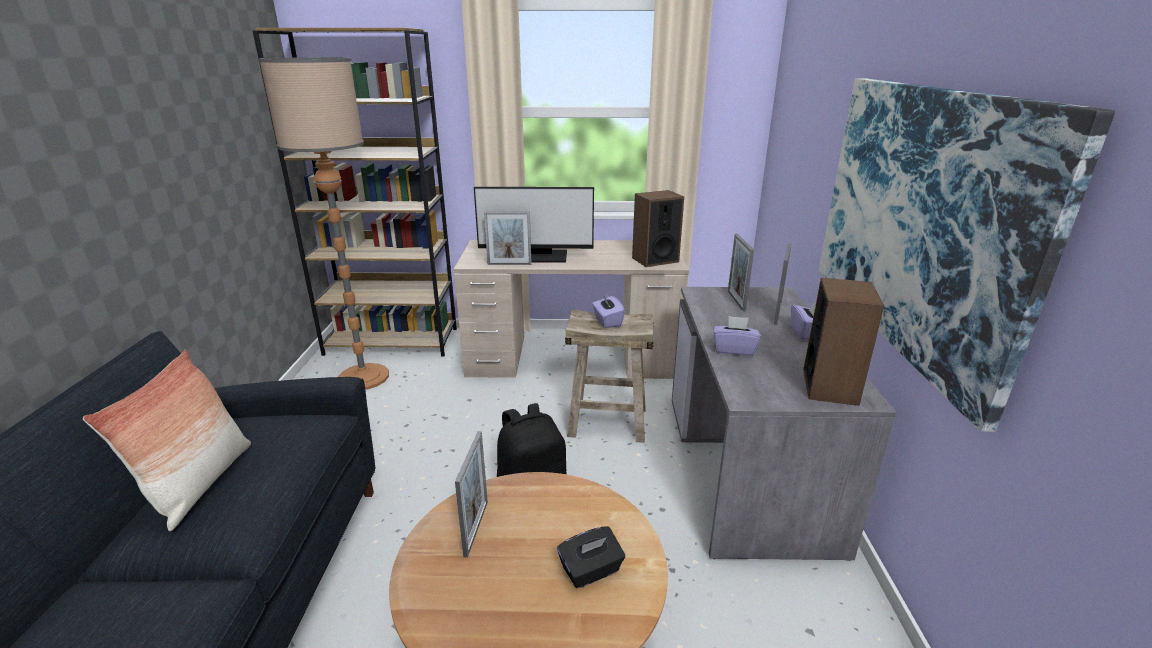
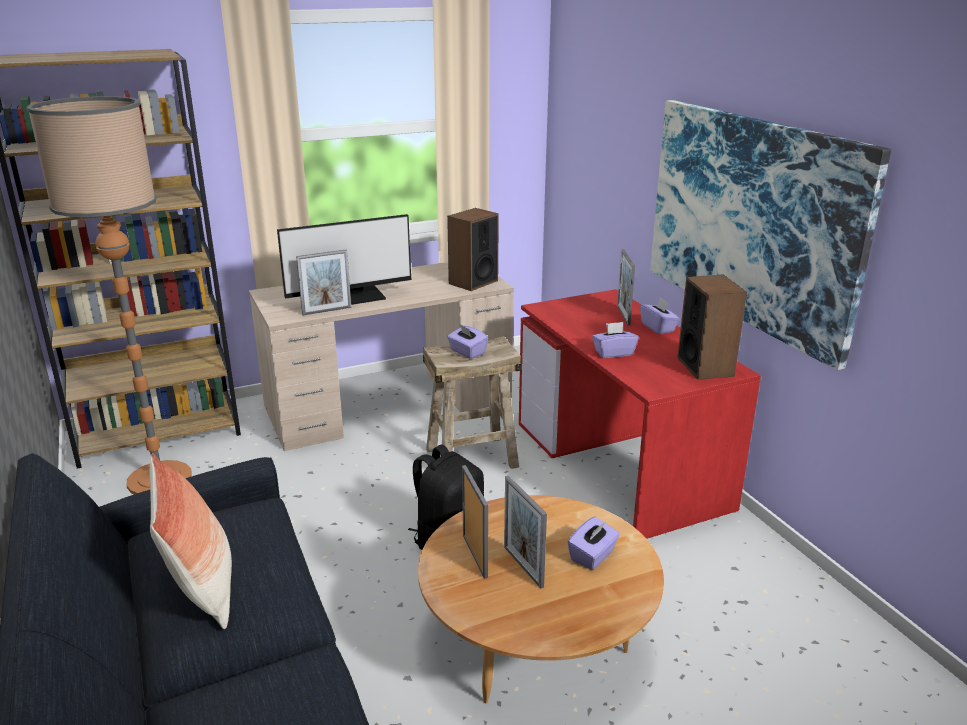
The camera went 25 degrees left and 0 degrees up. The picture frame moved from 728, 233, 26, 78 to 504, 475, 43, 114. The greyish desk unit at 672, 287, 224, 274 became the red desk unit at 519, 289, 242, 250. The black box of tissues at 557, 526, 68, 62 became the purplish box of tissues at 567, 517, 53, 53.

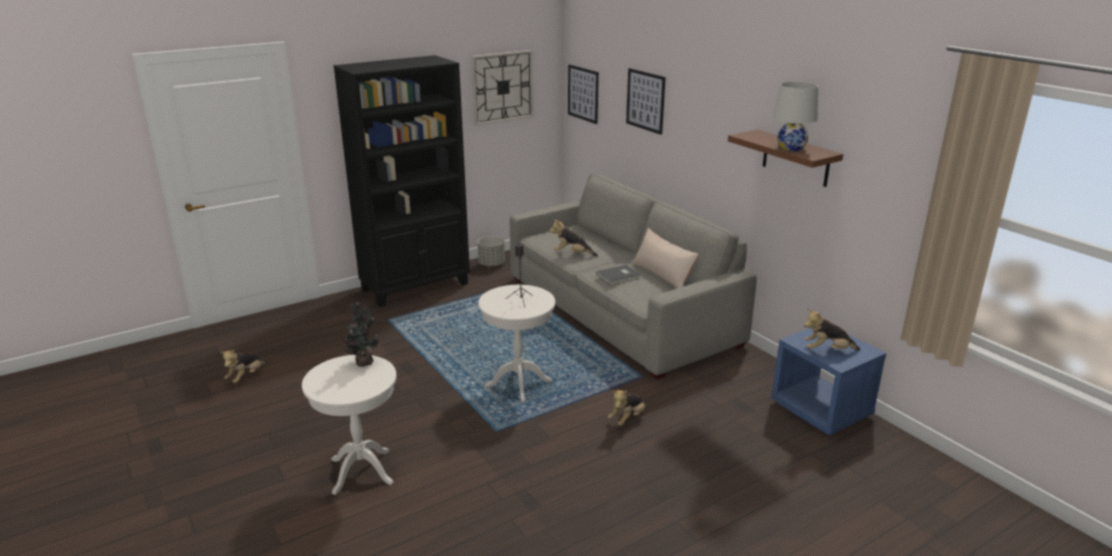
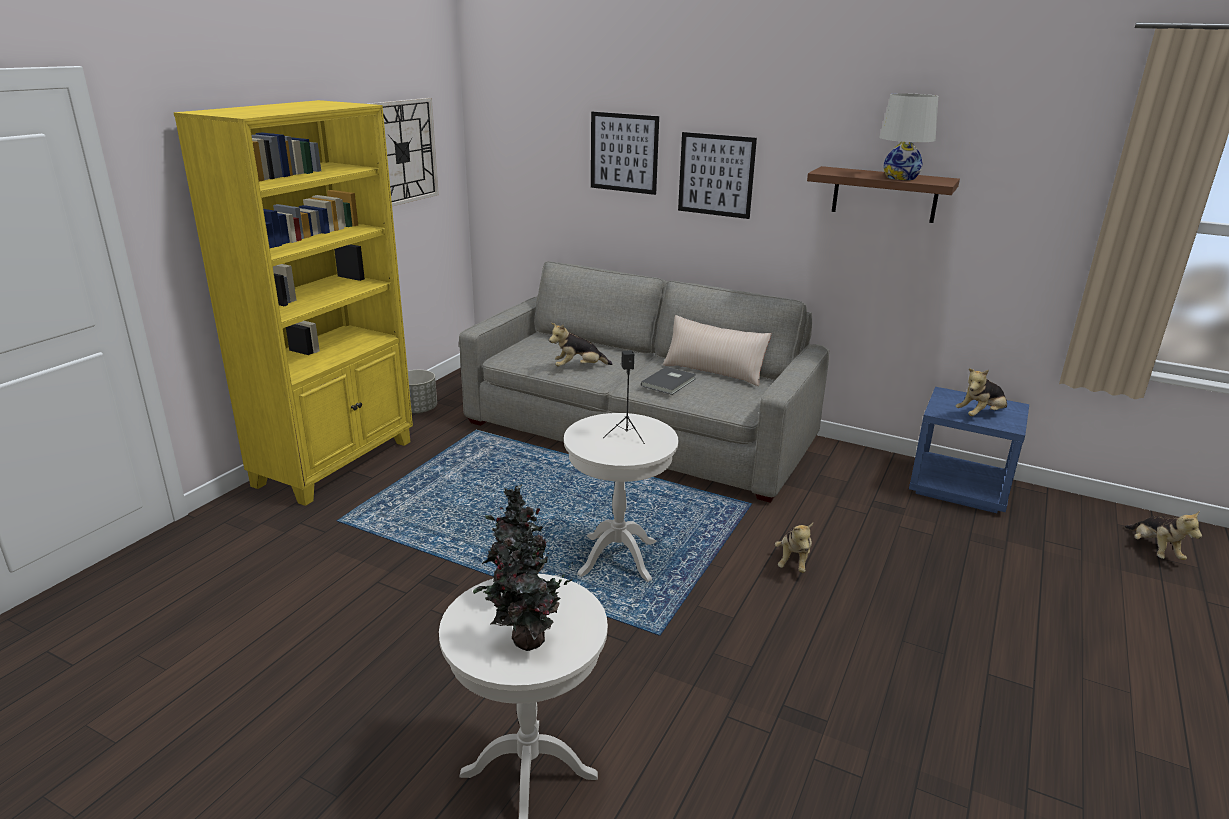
The camera went 30 degrees left and 0 degrees up. The black bookshelf at 333, 55, 137, 252 became the yellowish bookshelf at 173, 100, 240, 406. The houseplant at 473, 524, 100, 127 appeared. The wall picture moved from 568, 64, 31, 60 to 678, 132, 79, 87. The plush toy moved from 220, 349, 47, 34 to 1125, 511, 77, 49.

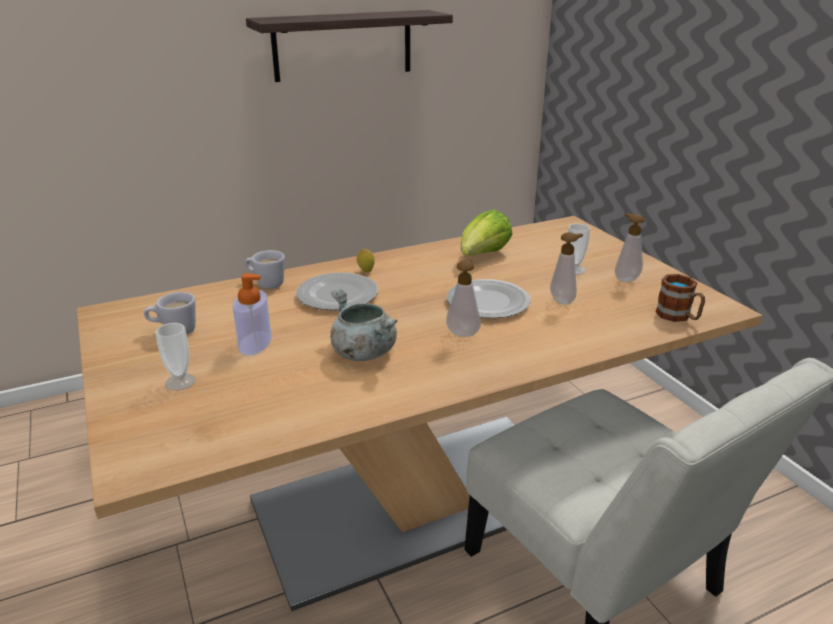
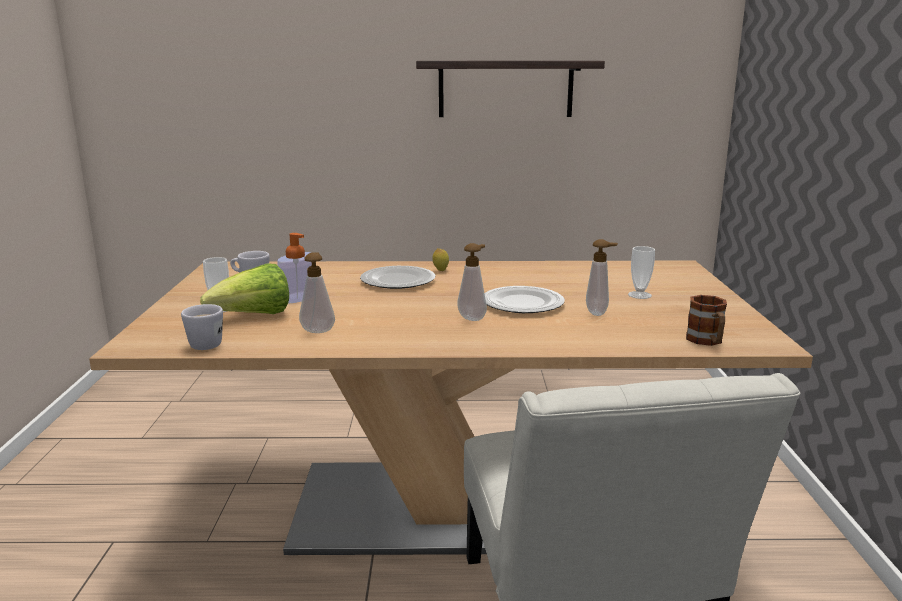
The camera went 25 degrees right and 10 degrees down. The white-coloured mug moved from 245, 250, 40, 39 to 181, 304, 42, 46. The lettuce head moved from 461, 209, 51, 47 to 200, 263, 89, 51. The soap bottle moved from 615, 213, 30, 69 to 299, 252, 36, 81. The greyish stockpot at 330, 290, 67, 71 disappeared.

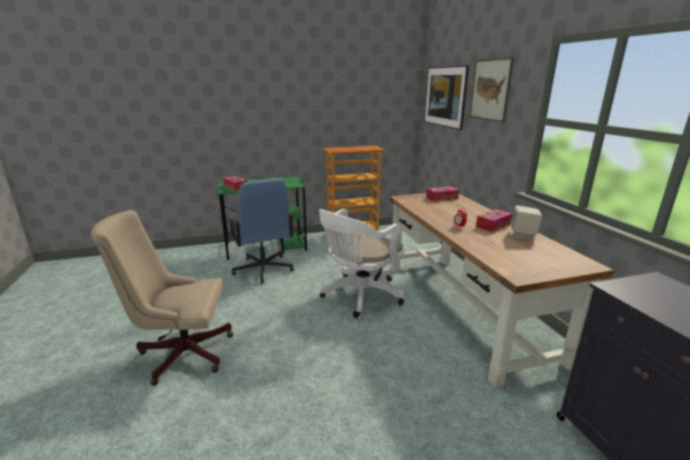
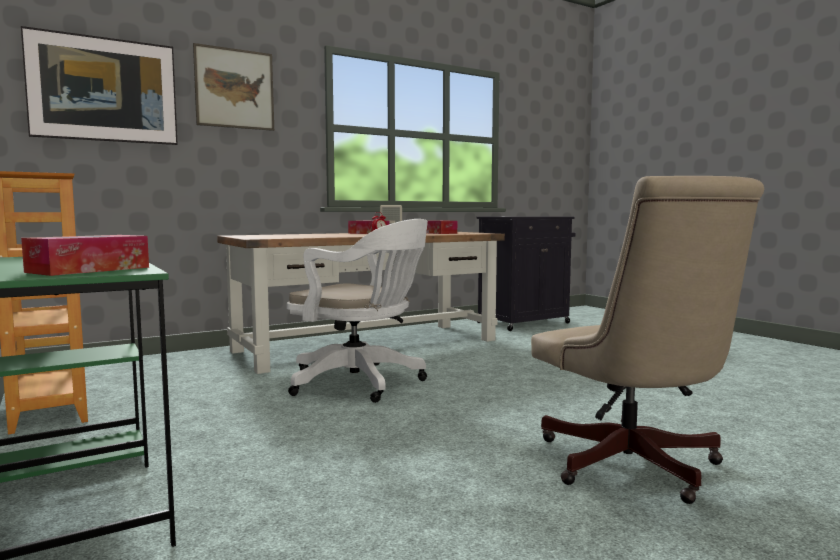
The camera went 105 degrees left and 15 degrees down. The box of tissues moved from 426, 186, 33, 16 to 426, 220, 31, 14. The bluish office chair at 228, 179, 66, 104 disappeared.

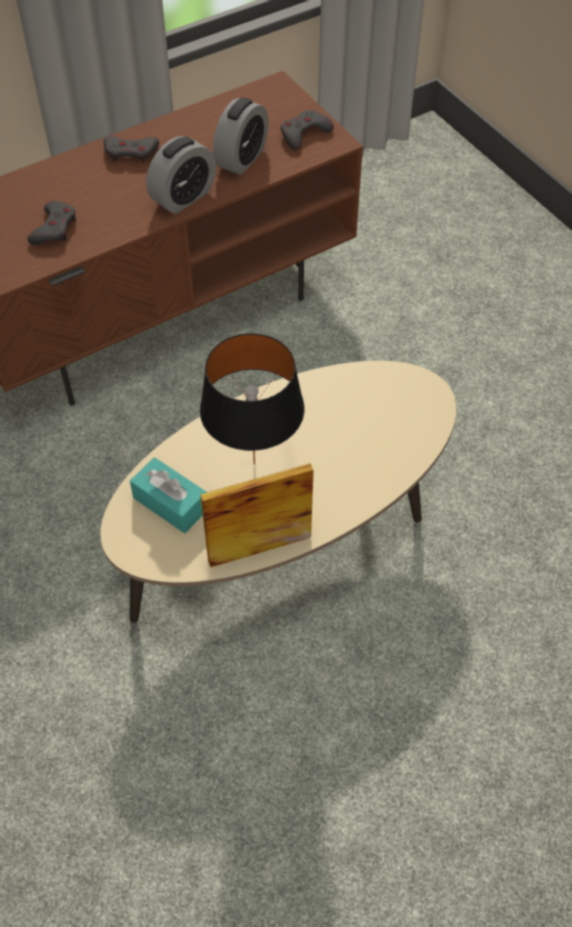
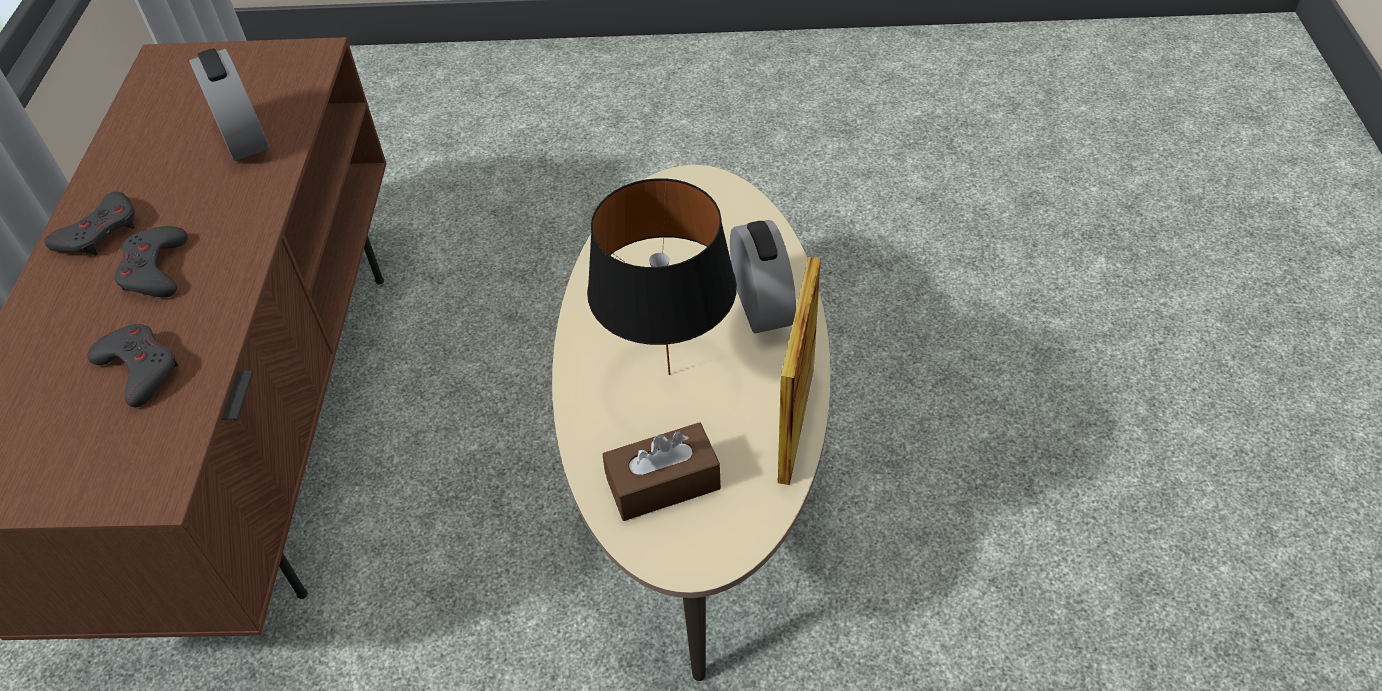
The camera went 55 degrees left and 5 degrees down. The greyish game controller moved from 281, 110, 53, 40 to 115, 226, 73, 71. The turquoise box of tissues at 130, 457, 77, 76 became the brown-coloured box of tissues at 602, 422, 119, 99. The table clock moved from 146, 136, 70, 78 to 730, 220, 66, 113.

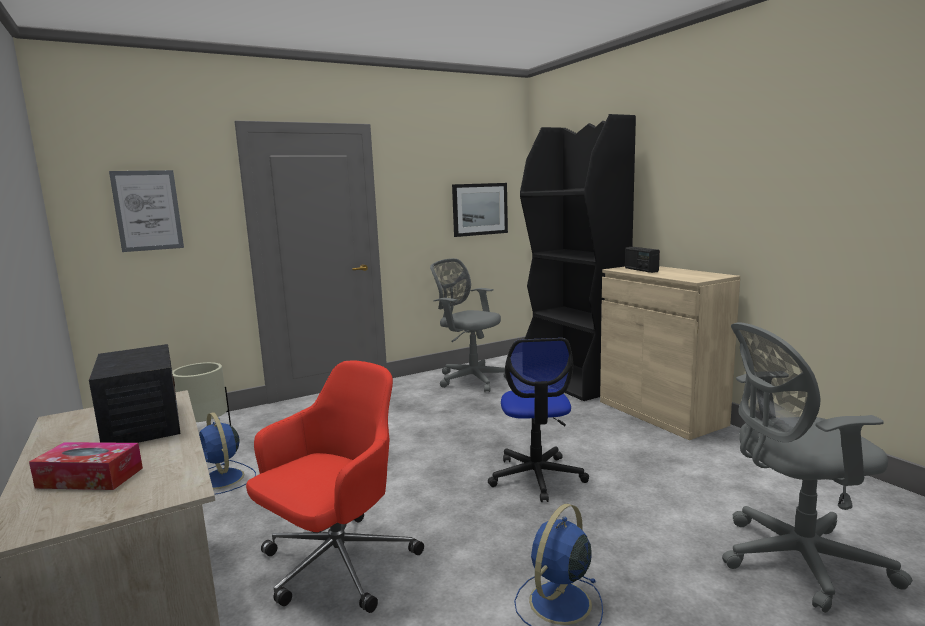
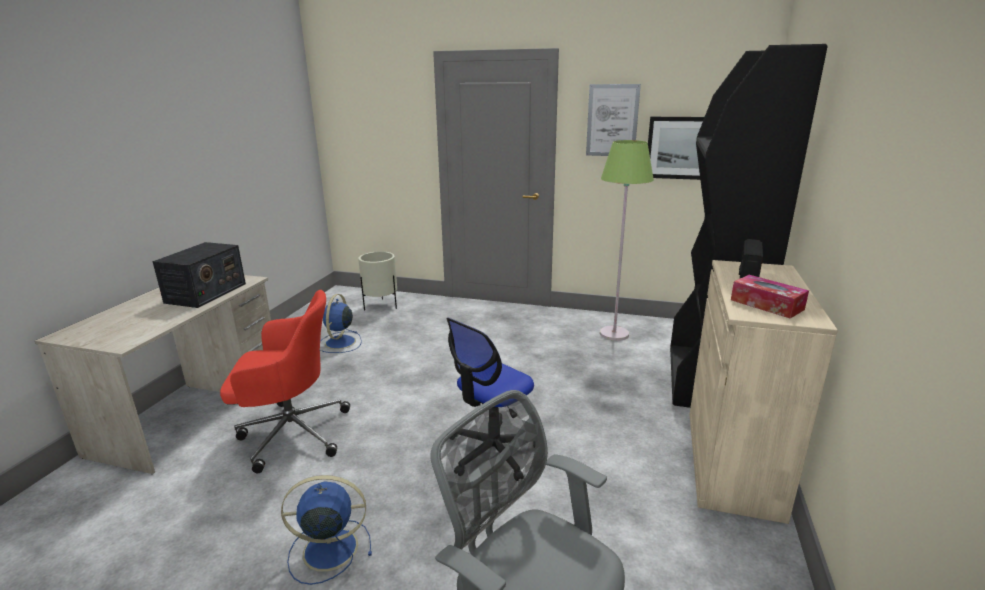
The camera went 45 degrees right and 10 degrees up. The wall picture moved from 109, 170, 75, 82 to 586, 84, 55, 72. The greyish office chair at 430, 258, 76, 135 was replaced by the greenish standard lamp at 600, 140, 54, 201. The box of tissues moved from 29, 442, 114, 48 to 731, 275, 78, 43.

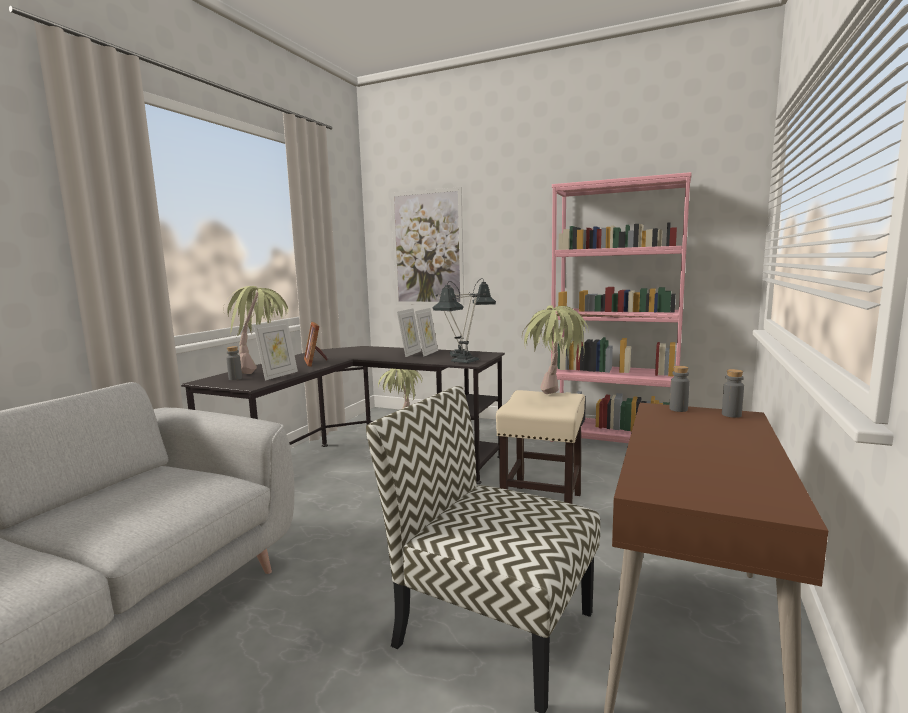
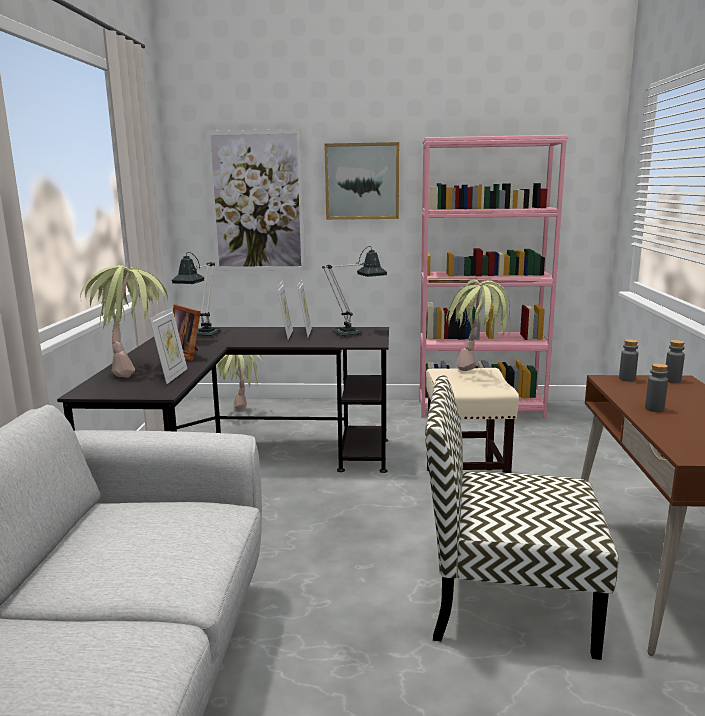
The camera went 20 degrees left and 5 degrees up. The lamp for a table moved from 432, 281, 47, 83 to 172, 252, 49, 85. The wall picture at 324, 142, 75, 78 appeared. The greyish bottle moved from 226, 346, 16, 34 to 645, 363, 23, 49.

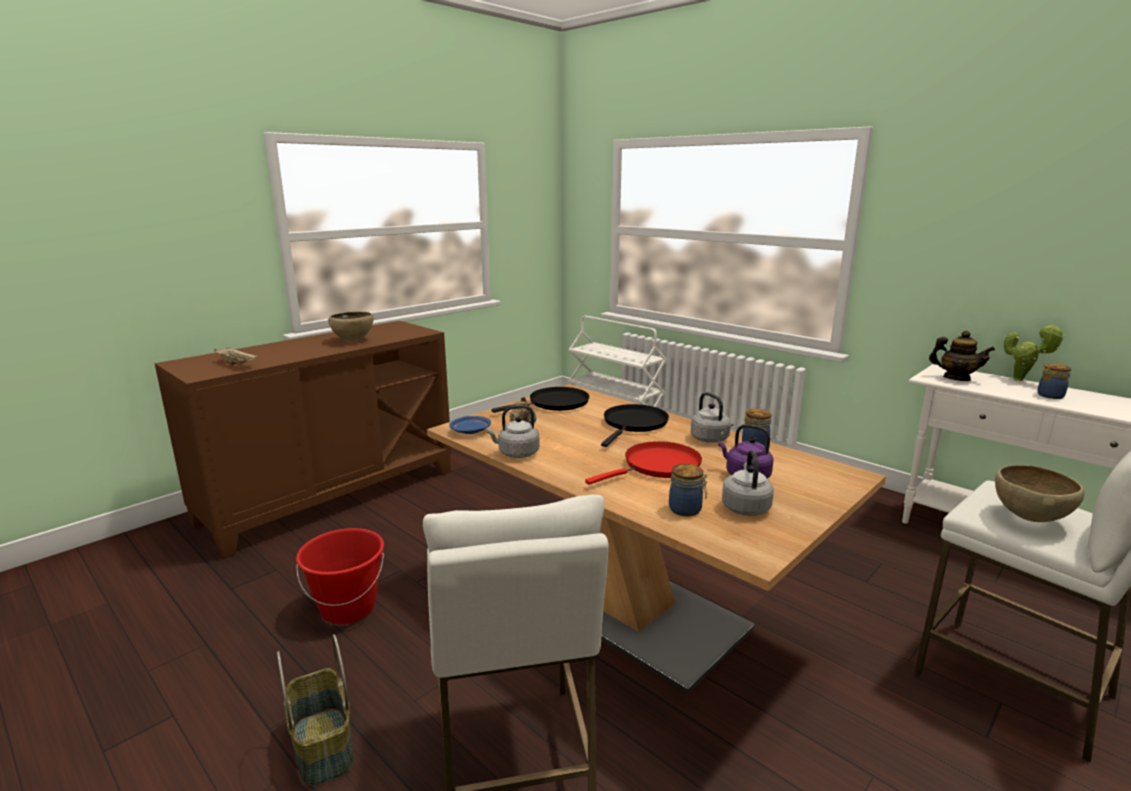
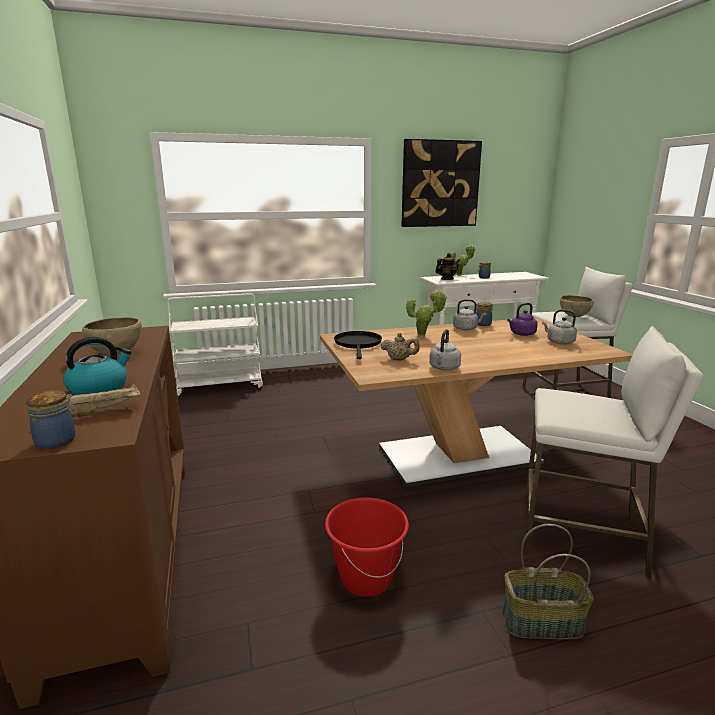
The camera went 60 degrees left and 0 degrees up. The jar moved from 669, 464, 39, 53 to 26, 391, 52, 58. The water kettle at 63, 337, 68, 58 appeared. The wall picture at 401, 139, 81, 88 appeared. The black frying pan at 601, 404, 68, 43 was replaced by the houseplant at 406, 289, 41, 48. The bluish dinner plate at 449, 416, 42, 18 disappeared. The red frying pan at 585, 441, 117, 44 disappeared.

